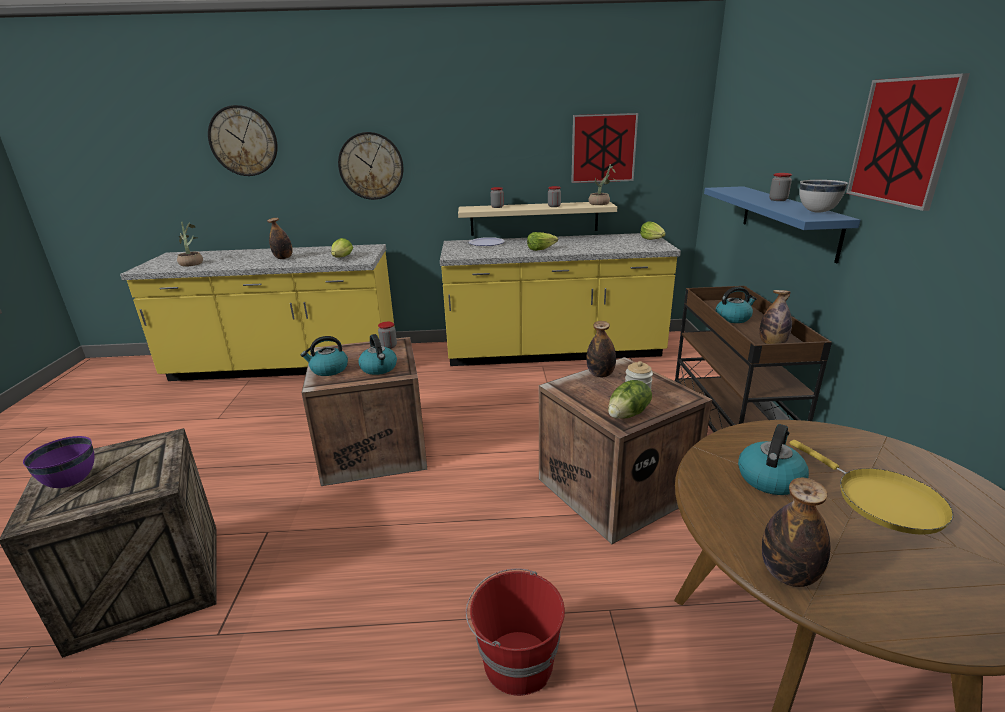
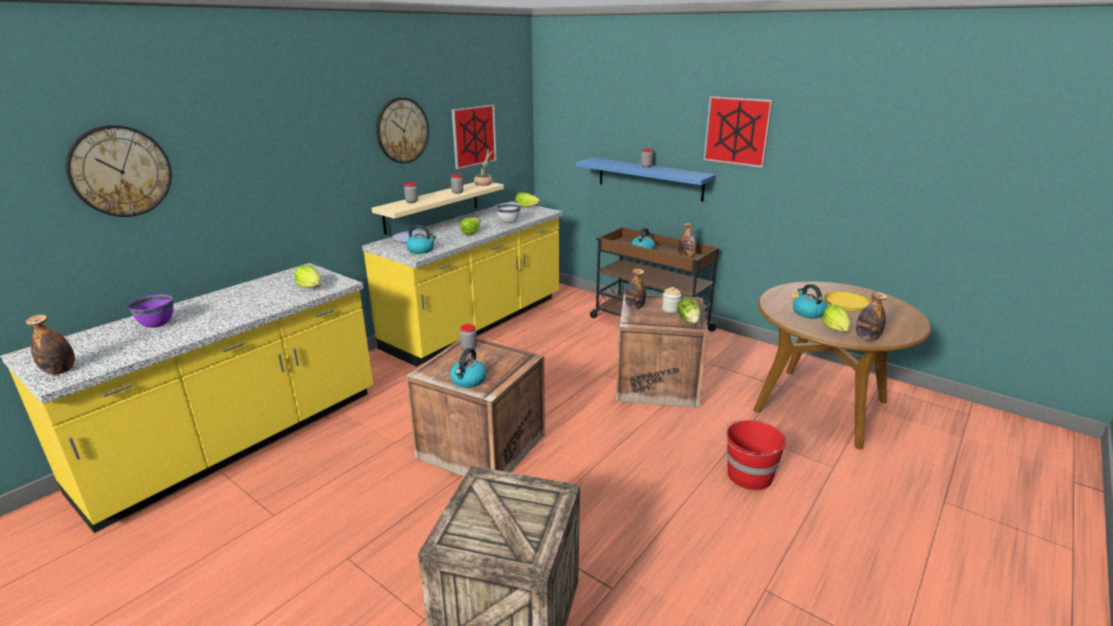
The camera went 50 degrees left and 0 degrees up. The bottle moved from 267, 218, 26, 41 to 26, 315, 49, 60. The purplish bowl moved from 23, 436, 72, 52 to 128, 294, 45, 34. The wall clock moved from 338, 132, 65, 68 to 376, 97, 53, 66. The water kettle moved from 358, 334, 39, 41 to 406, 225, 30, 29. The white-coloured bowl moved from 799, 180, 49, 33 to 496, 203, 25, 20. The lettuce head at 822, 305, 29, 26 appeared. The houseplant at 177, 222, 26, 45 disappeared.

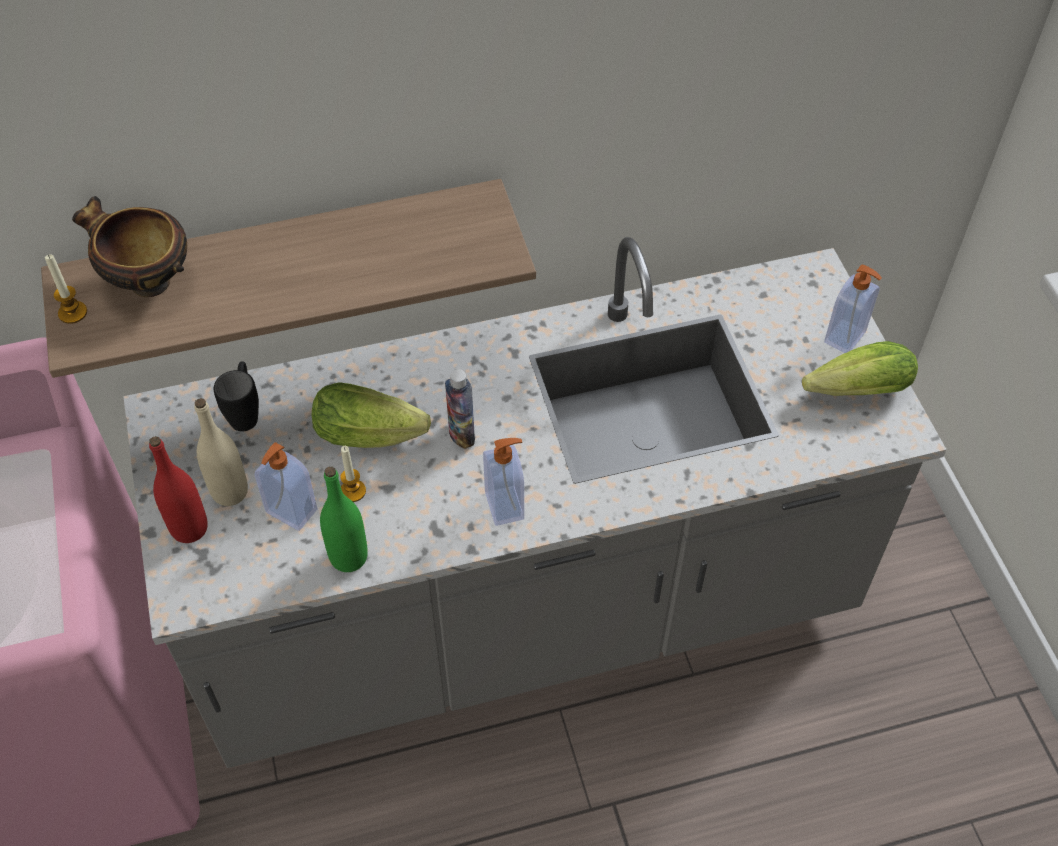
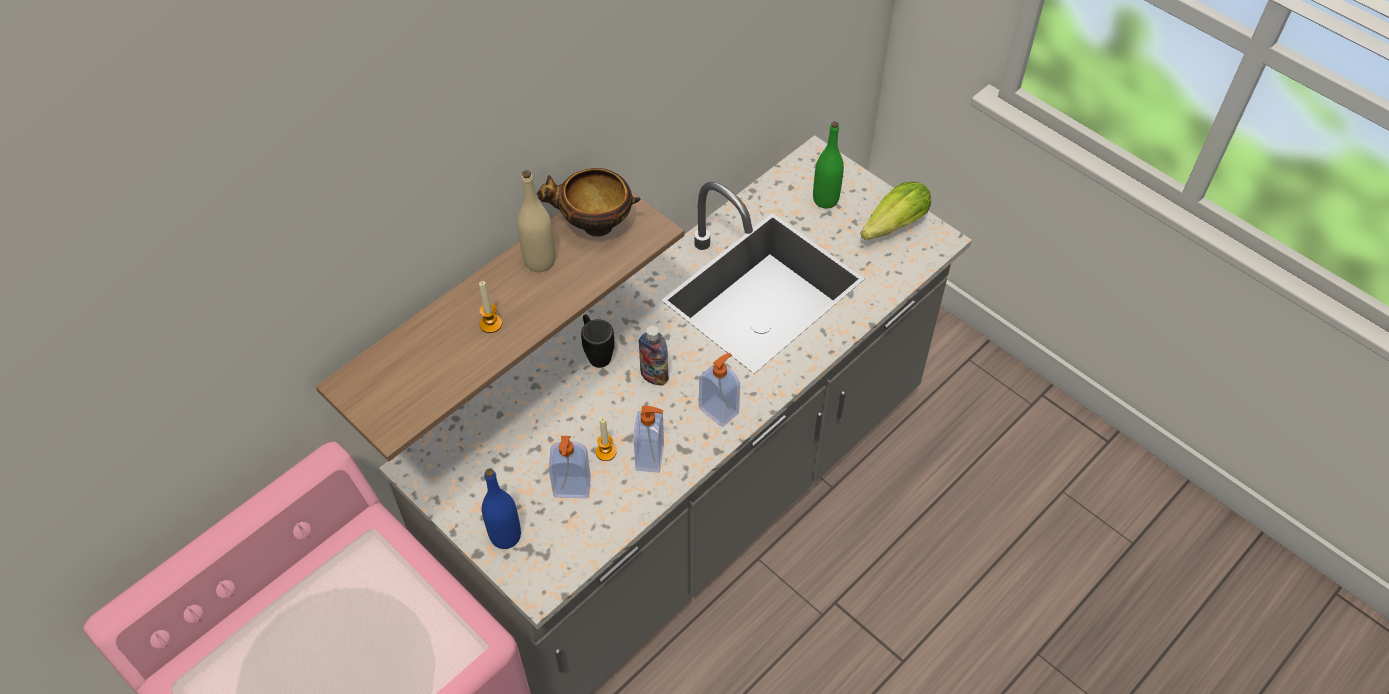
The camera went 30 degrees left and 0 degrees up. The wax candle moved from 45, 254, 42, 70 to 479, 281, 23, 52. The red bottle at 149, 436, 59, 107 became the bluish bottle at 482, 468, 39, 81. The beige bottle moved from 194, 398, 54, 108 to 517, 170, 38, 102. The bowl moved from 72, 196, 115, 101 to 537, 168, 103, 69. The black mug moved from 214, 361, 45, 70 to 581, 314, 33, 54. The soap bottle moved from 824, 264, 58, 89 to 634, 406, 30, 67. The greenish bottle moved from 320, 467, 48, 105 to 813, 122, 31, 87. The lettuce head at 312, 382, 119, 66 disappeared.

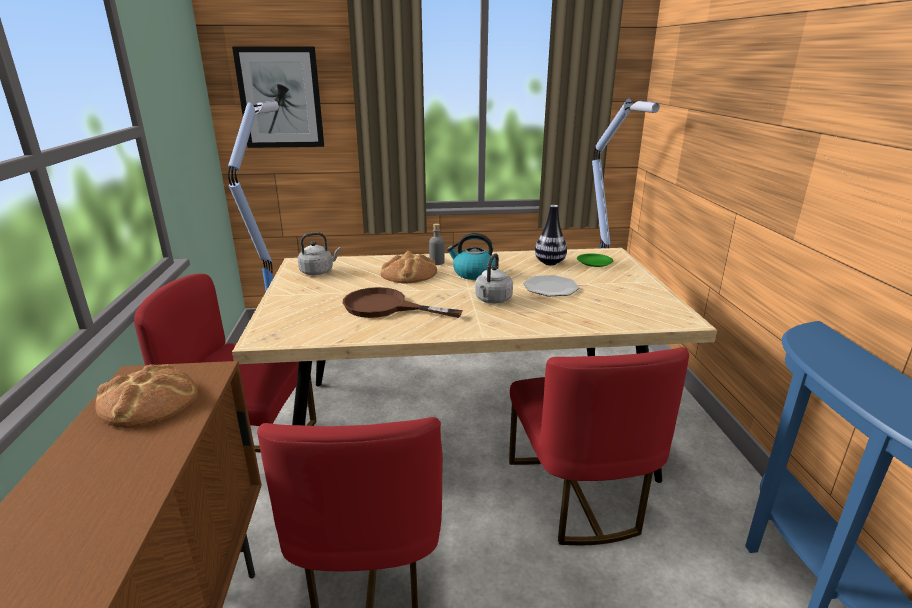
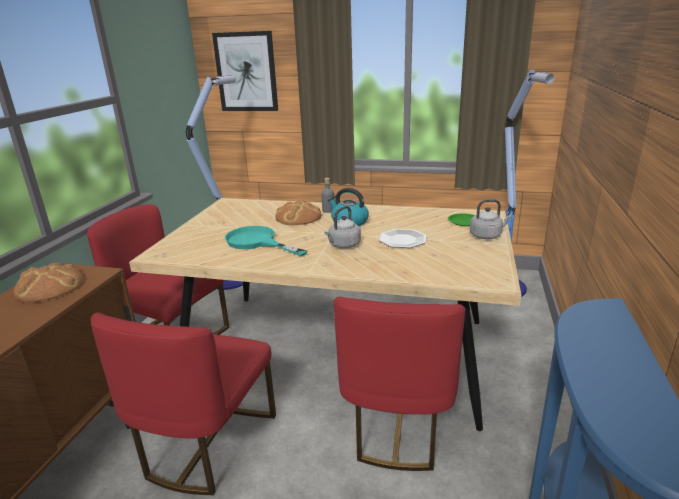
The camera went 20 degrees right and 0 degrees up. The brown-coloured frying pan at 343, 287, 120, 31 became the turquoise frying pan at 225, 226, 82, 30. The greyish water kettle moved from 297, 232, 44, 43 to 470, 199, 42, 40. The decorative vase at 535, 205, 32, 60 disappeared.

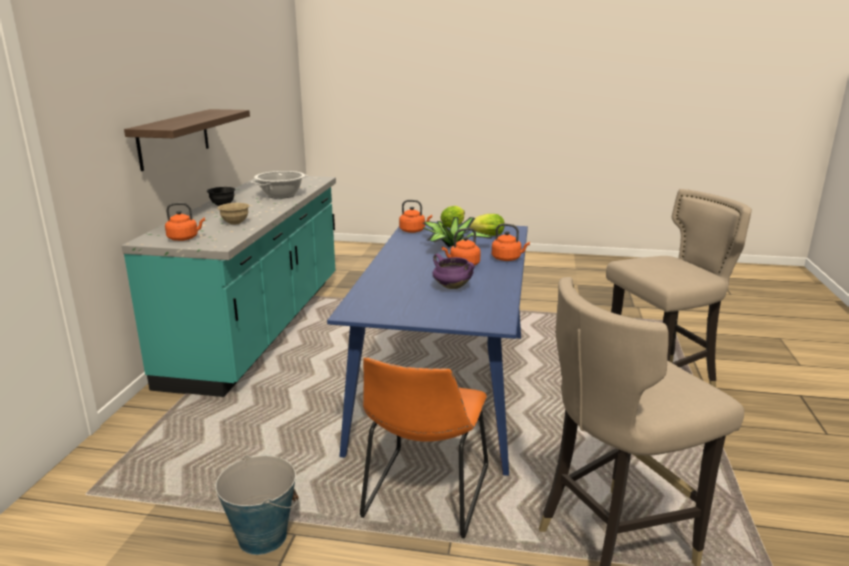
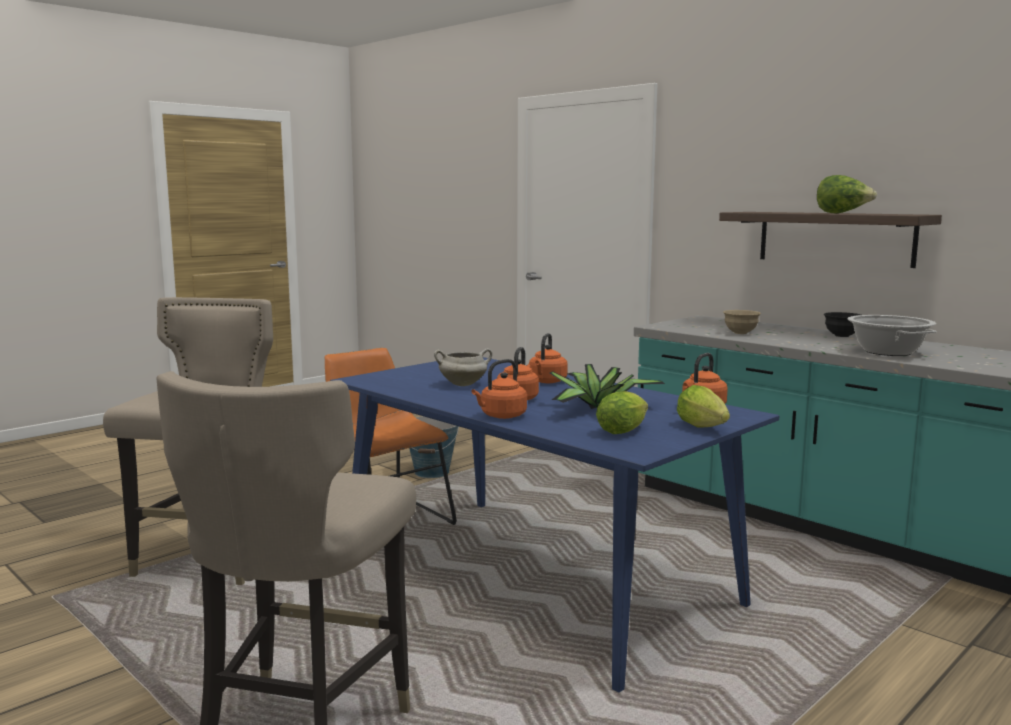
The camera went 125 degrees right and 10 degrees down. The purplish stockpot at 433, 254, 41, 35 became the white-coloured stockpot at 434, 348, 58, 38. The orangey water kettle moved from 165, 203, 40, 38 to 529, 333, 39, 50. The lettuce head at 817, 175, 60, 39 appeared.

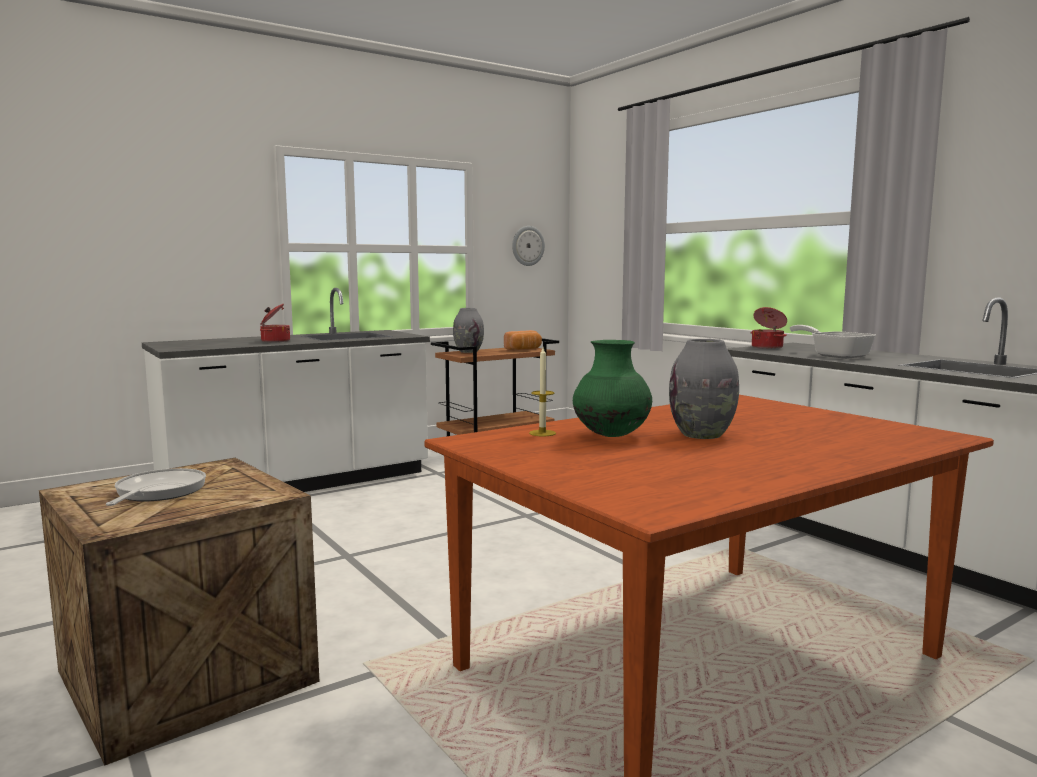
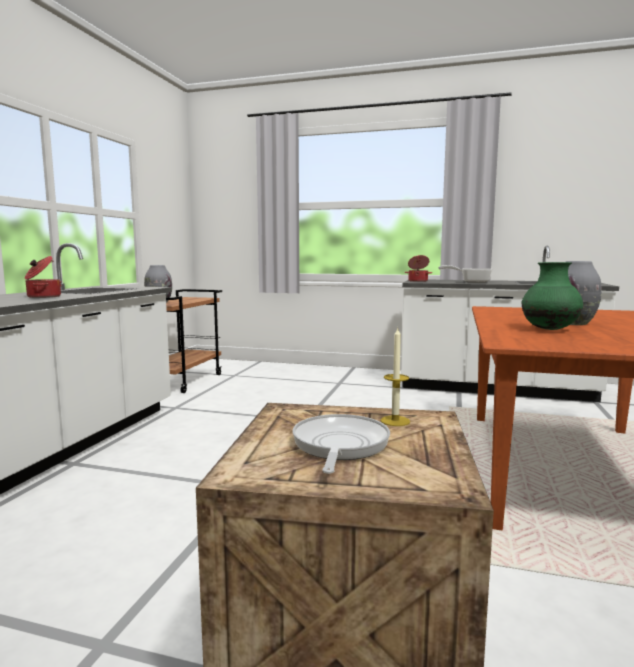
The camera went 40 degrees left and 0 degrees up. The frying pan at 106, 468, 100, 38 turned 45 degrees clockwise. The wax candle moved from 529, 348, 27, 89 to 380, 328, 30, 98. The baked bread at 504, 330, 38, 20 disappeared. The wall clock at 512, 226, 33, 40 disappeared.

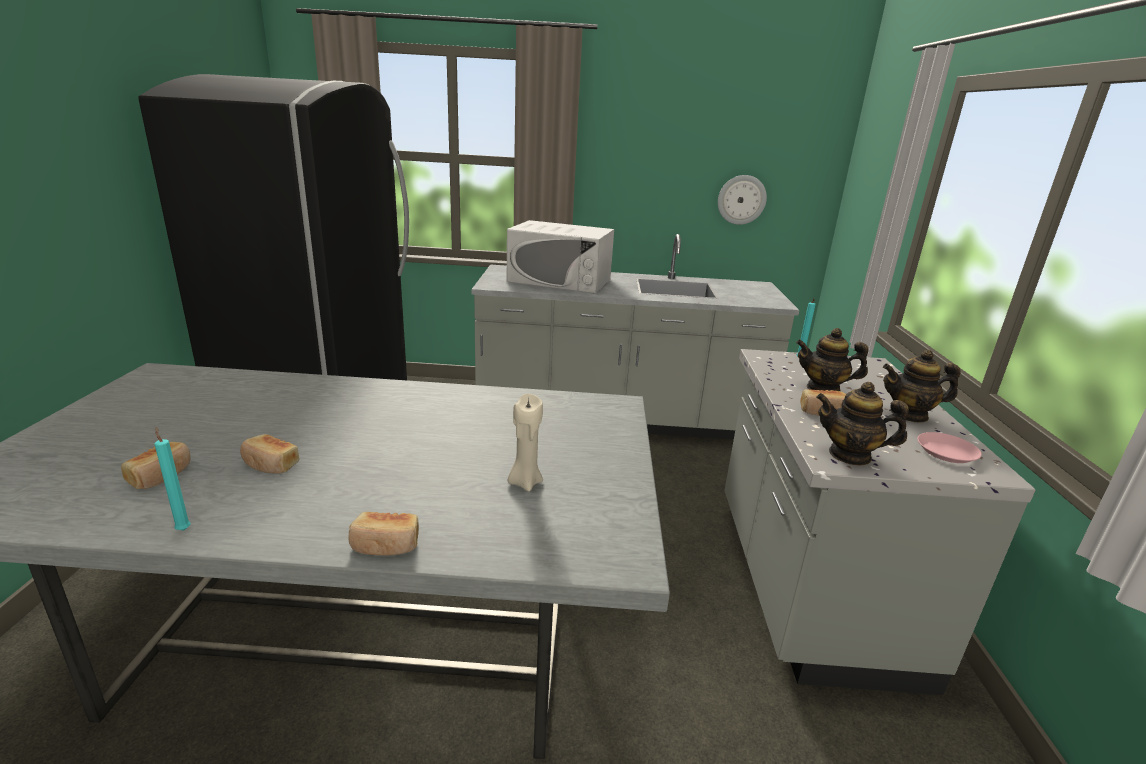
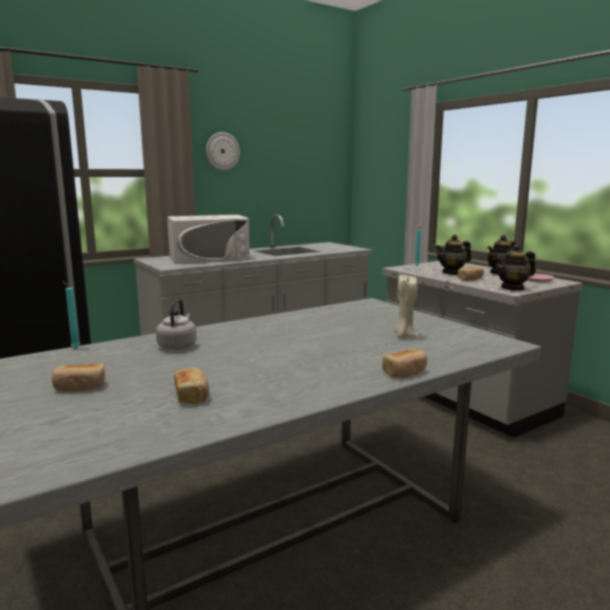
The camera went 35 degrees left and 10 degrees down. The baked bread moved from 240, 434, 59, 40 to 52, 363, 53, 29. The turquoise wax candle moved from 154, 427, 37, 104 to 62, 281, 18, 67. The greyish water kettle at 156, 299, 41, 51 appeared. The wall clock moved from 718, 175, 49, 50 to 206, 132, 34, 39.

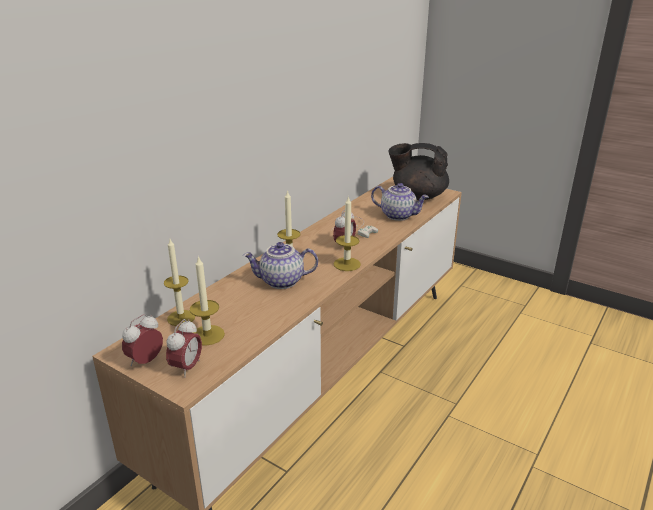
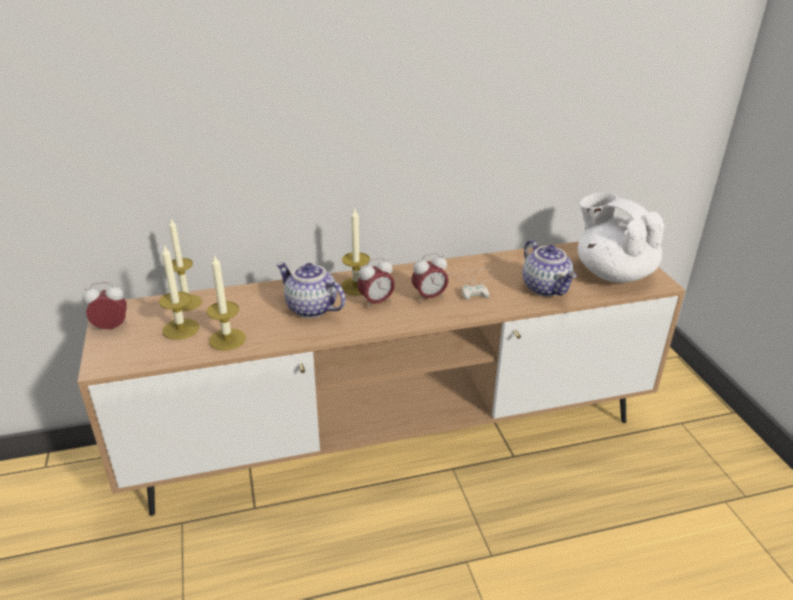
The camera went 40 degrees right and 5 degrees up. The wax candle moved from 333, 196, 28, 75 to 207, 254, 39, 97. The table clock moved from 166, 319, 36, 59 to 357, 257, 38, 52. The black pot for tea at 388, 143, 61, 57 became the white-coloured pot for tea at 578, 193, 86, 90.

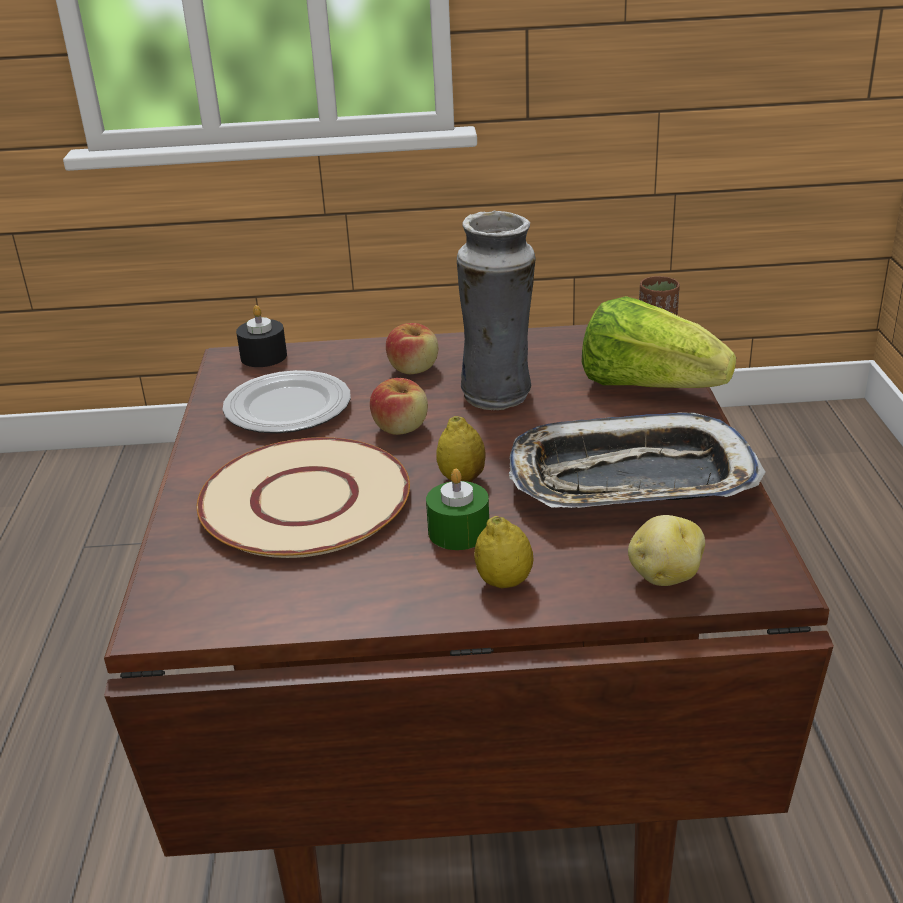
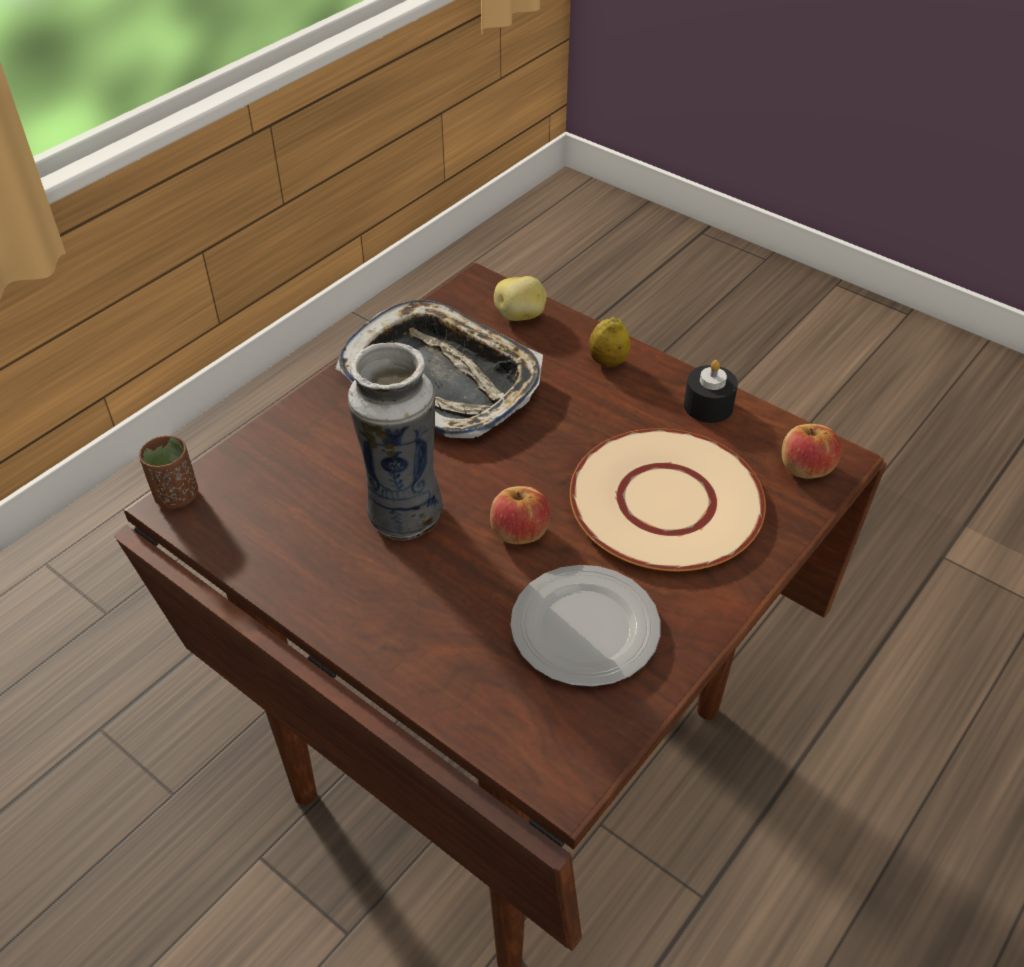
The camera went 140 degrees left and 15 degrees up. The black wax candle moved from 236, 305, 51, 62 to 684, 360, 54, 63. The apple moved from 386, 323, 53, 51 to 782, 424, 59, 55. The greenish wax candle at 426, 469, 63, 81 disappeared. The citrus fruit at 436, 416, 49, 66 disappeared. The lettuce head at 582, 296, 154, 92 disappeared.

